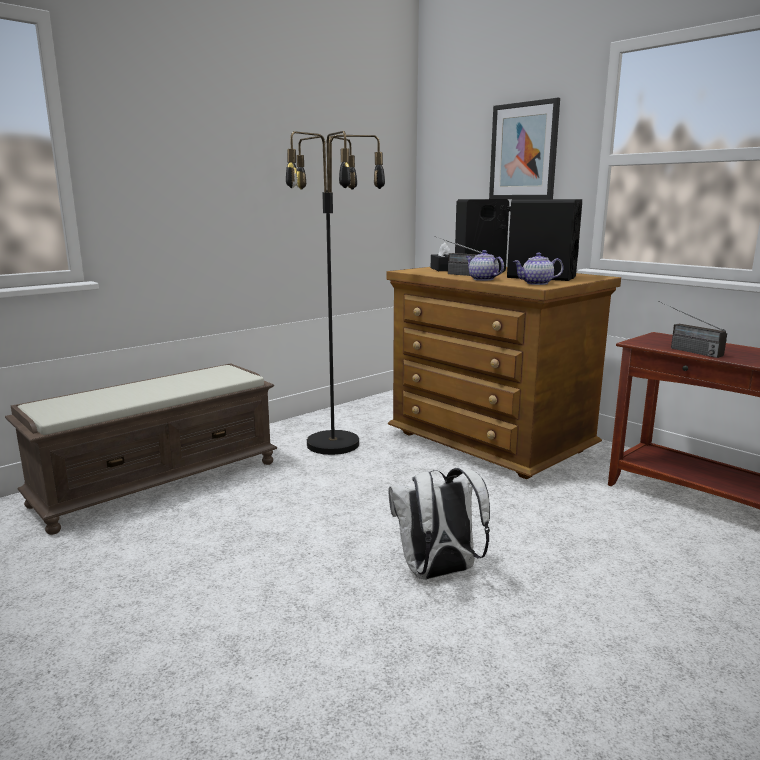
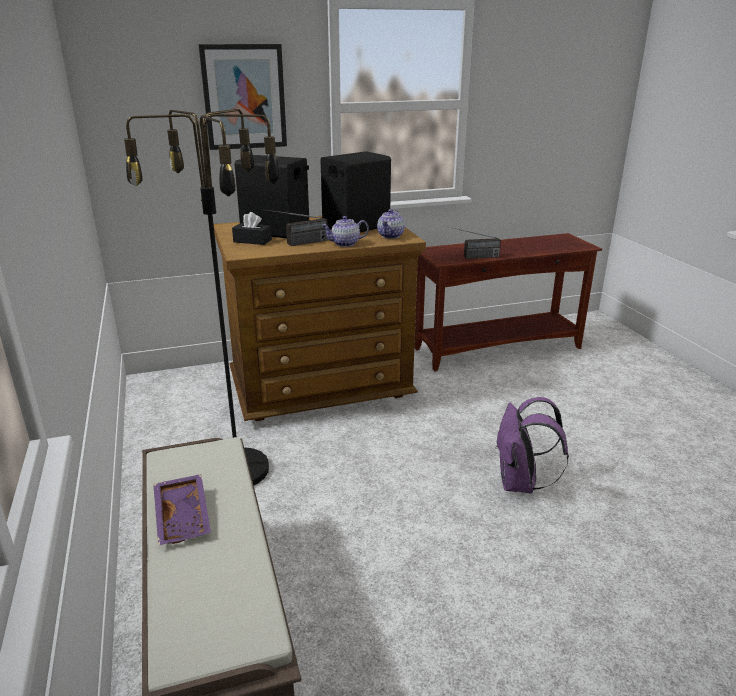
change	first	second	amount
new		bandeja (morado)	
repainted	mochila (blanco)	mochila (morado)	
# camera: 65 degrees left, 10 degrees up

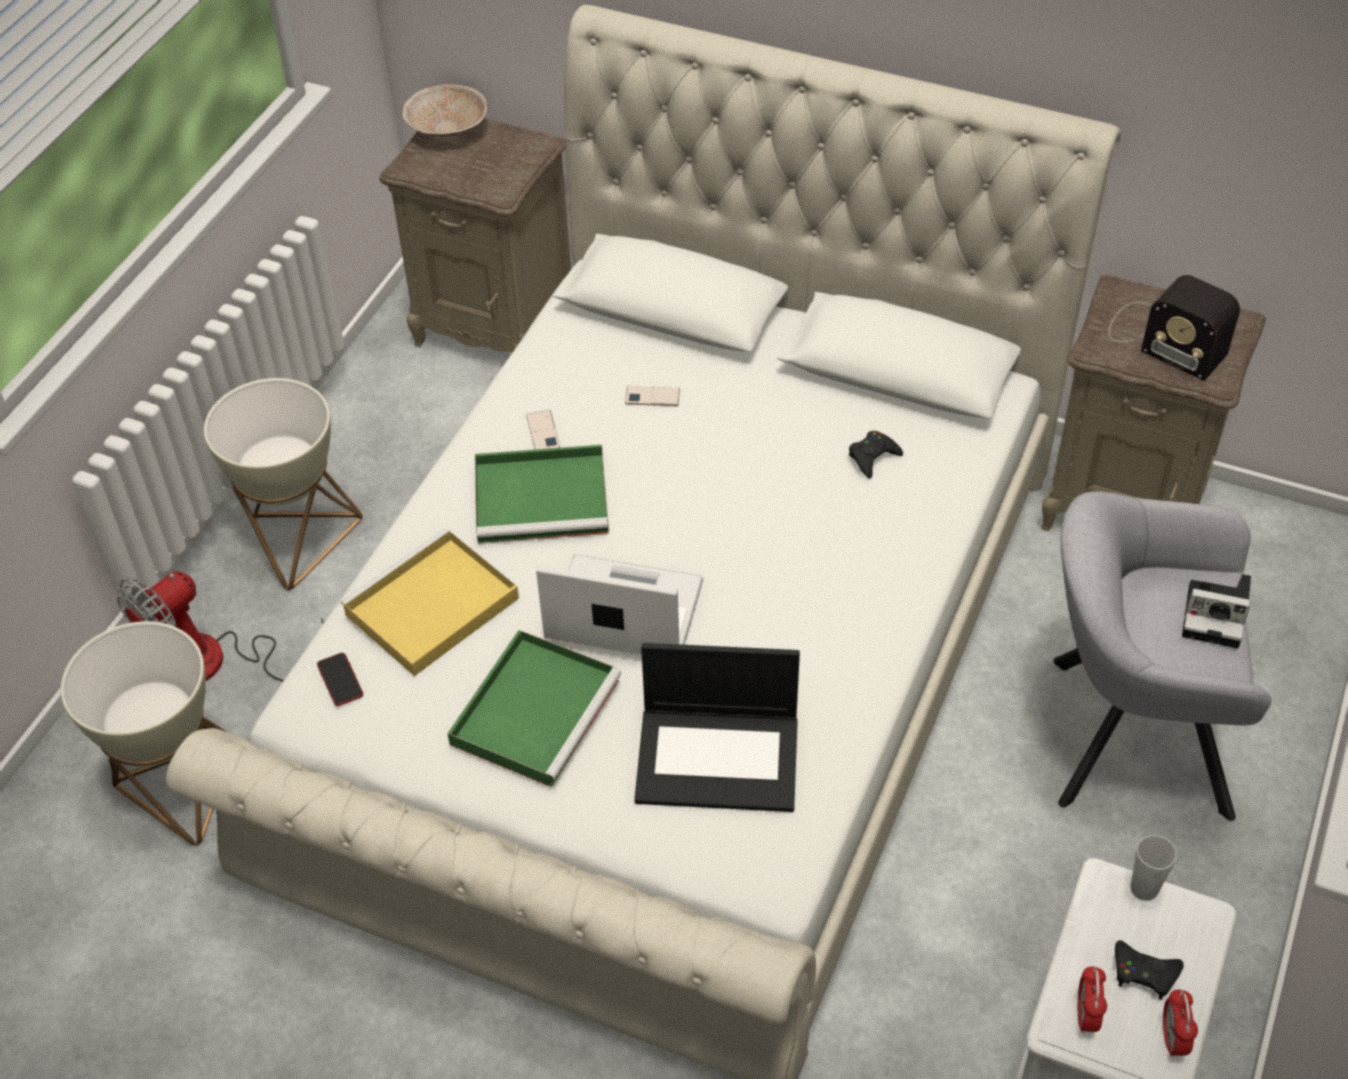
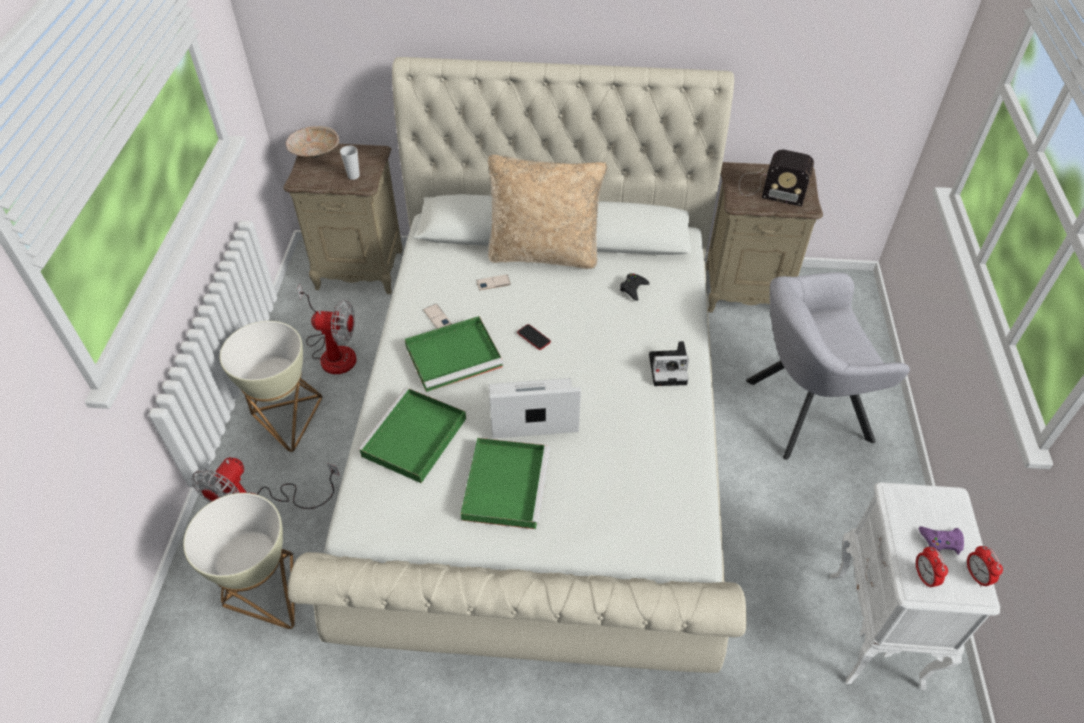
change	first	second	amount
gone	portátil (no. 2 from left)		
new		ventilador (no. 2 from left)	
new		cojín (beis)	
shifted	móvil (no. 1 from left in the first image)	móvil (no. 3 from left)	
shifted	taza		
shifted	cámara		
repainted	bandeja (amarillo)	bandeja (verde) (no. 1 from left)	
repainted	mando de consola (negro) (no. 2 from left)	mando de consola (morado)	
# camera: 20 degrees left, 0 degrees up

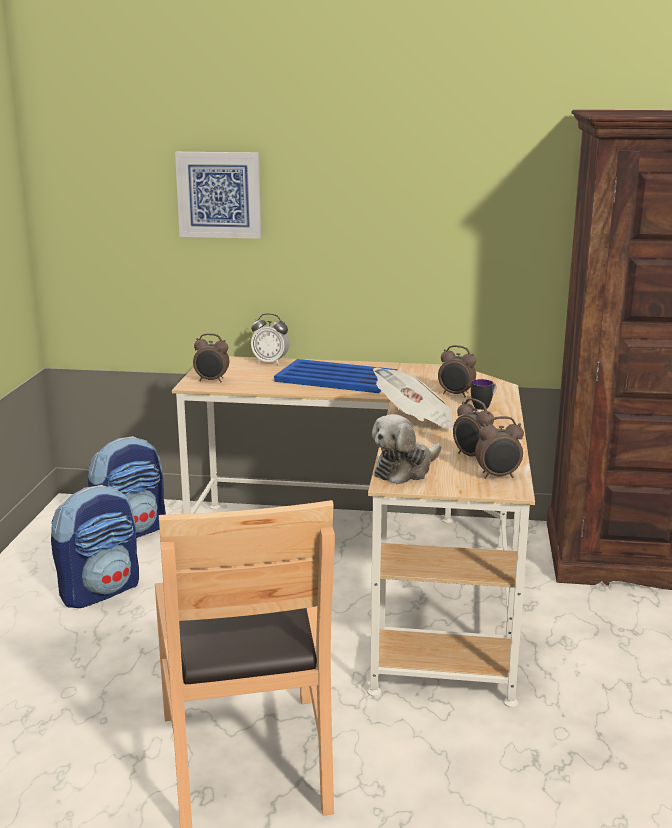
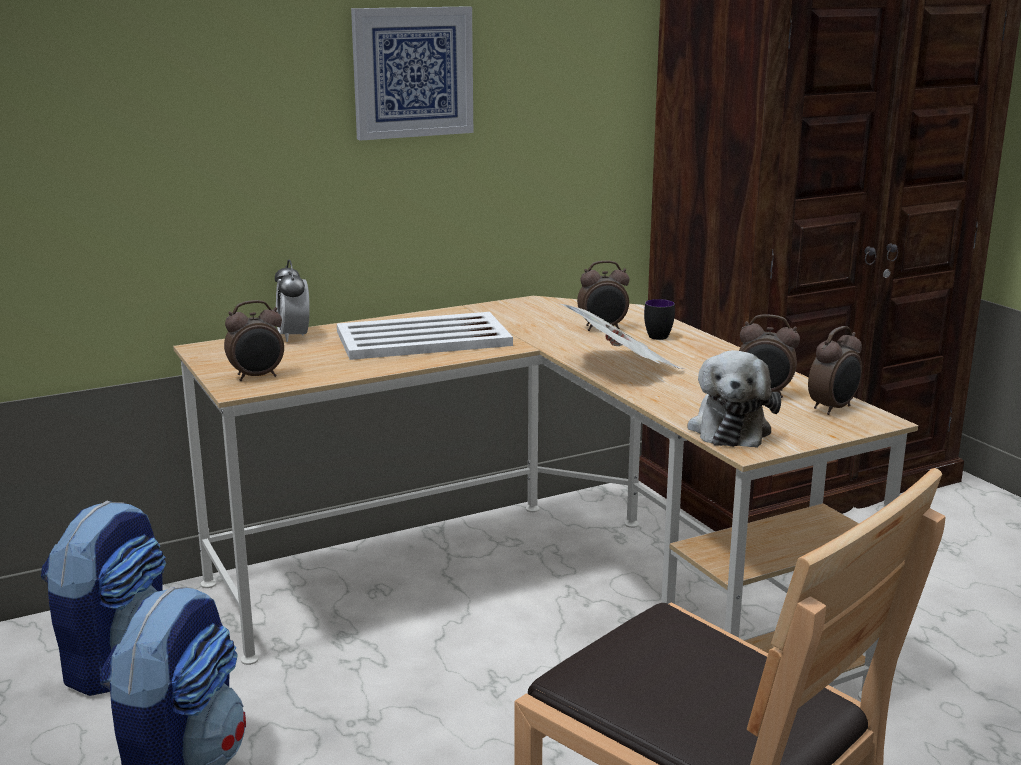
change	first	second	amount
shifted	cuadro		
repainted	bandeja (azul)	bandeja (blanco)	
rotated	despertador (no. 2 from left)		90 degrees clockwise
# camera: 35 degrees left, 0 degrees up

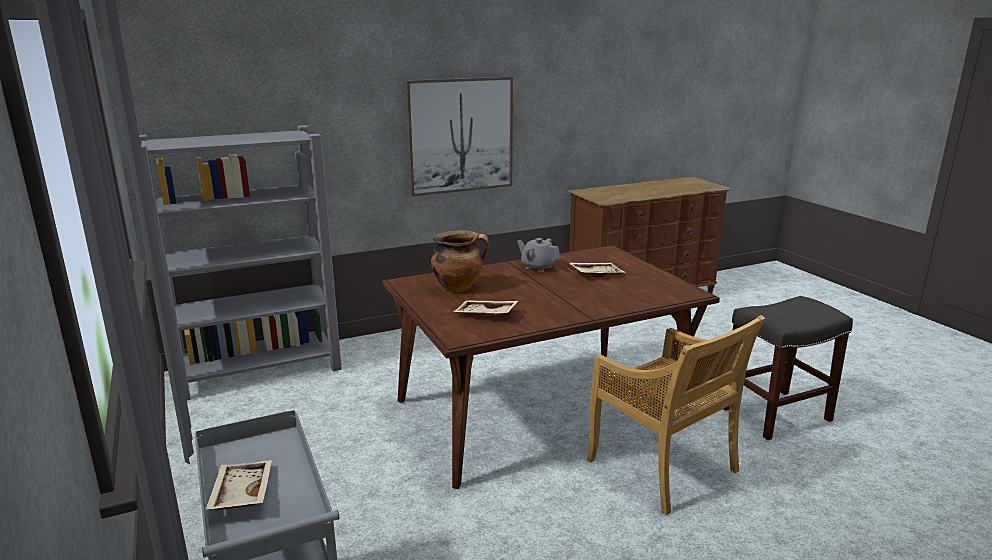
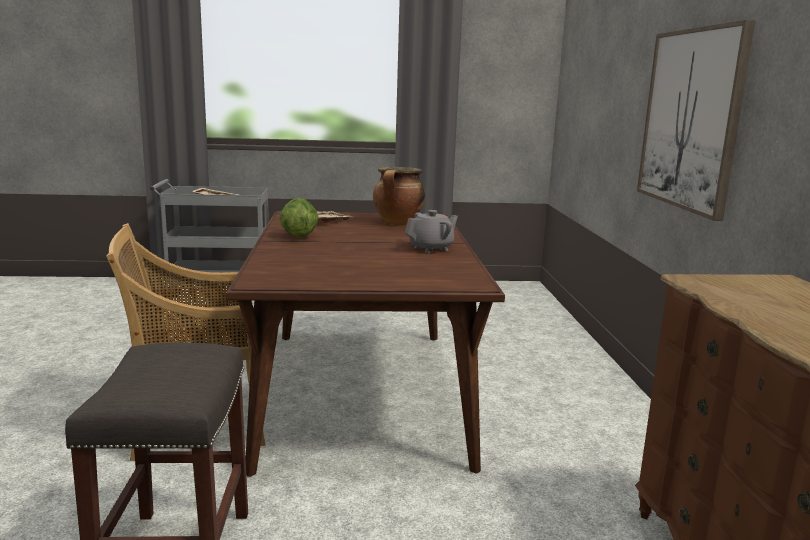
change	first	second	amount
gone	estantería (gris)		
gone	bandeja (beis) (no. 3 from left)		
new		lechuga	
# camera: 110 degrees right, 5 degrees down

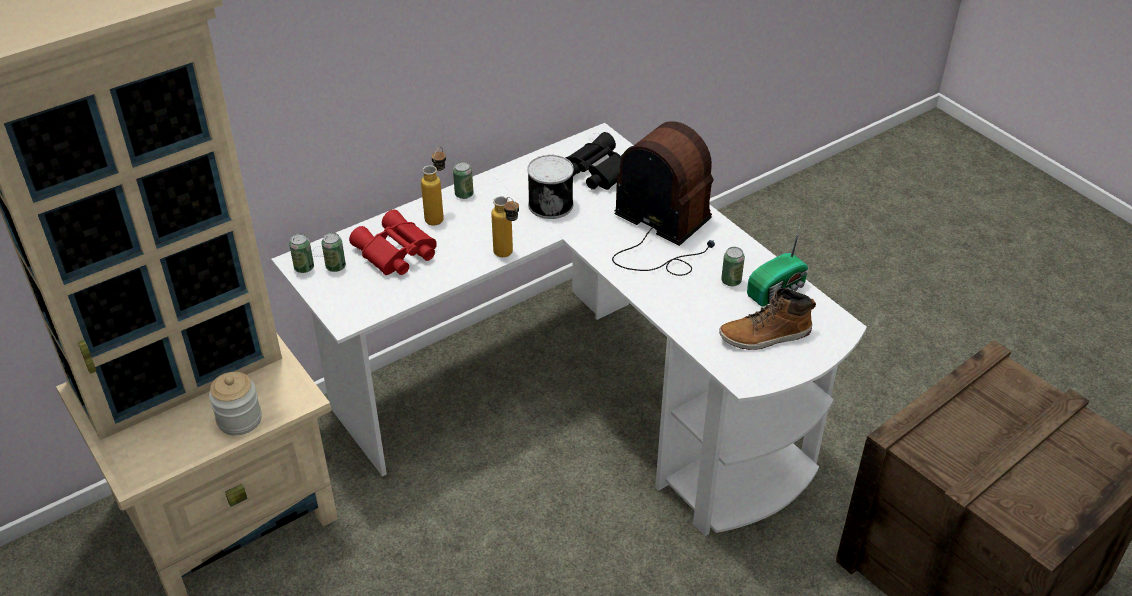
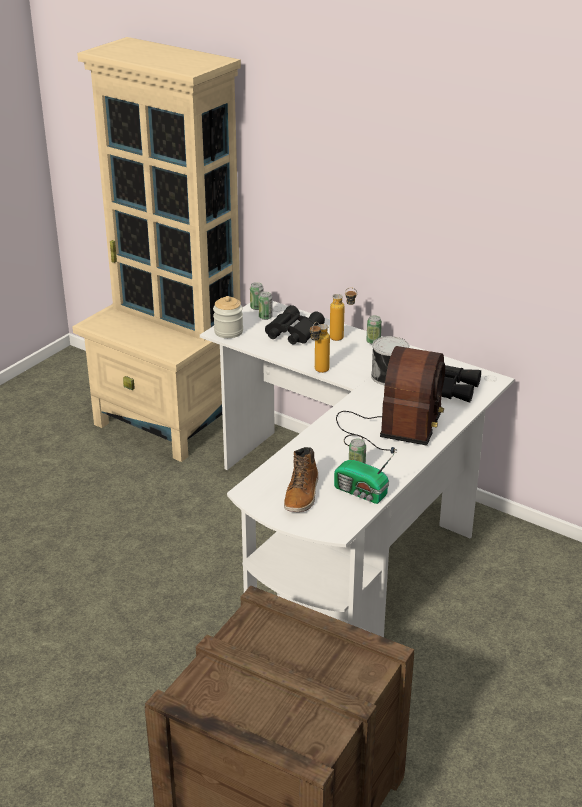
change	first	second	amount
shifted	tarro		
repainted	prismáticos (rojo)	prismáticos (negro) (no. 1 from left)	
rotated	bota		135 degrees counterclockwise
# camera: 70 degrees right, 10 degrees down

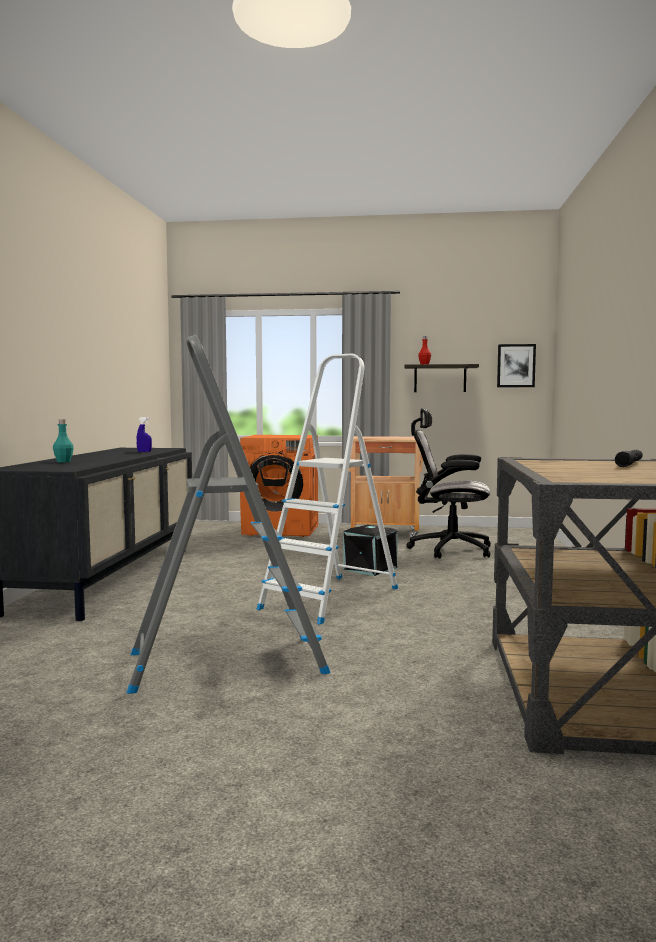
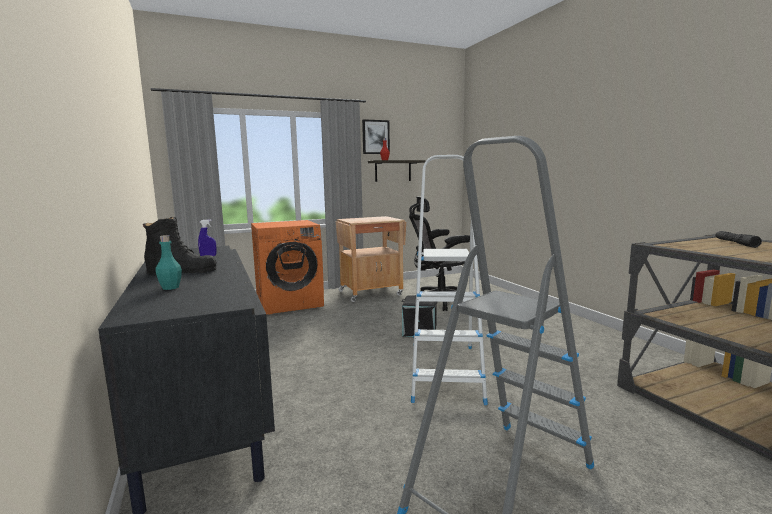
change	first	second	amount
new		bota (negro)	
shifted	cuadro		
# camera: 30 degrees left, 5 degrees up

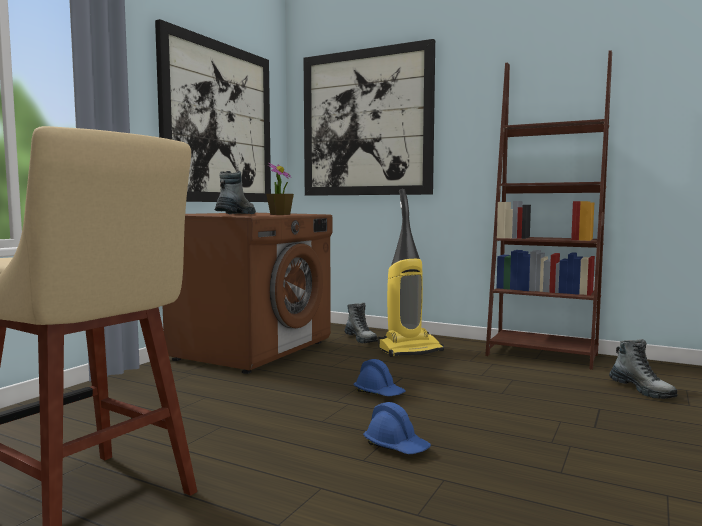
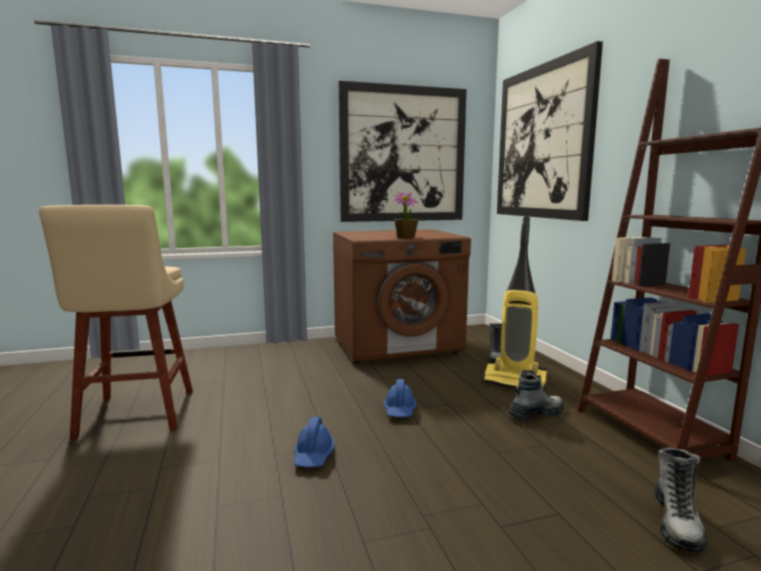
change	first	second	amount
shifted	bota (no. 1 from left in the first image)	bota (no. 2 from left)	
# camera: 45 degrees right, 5 degrees up

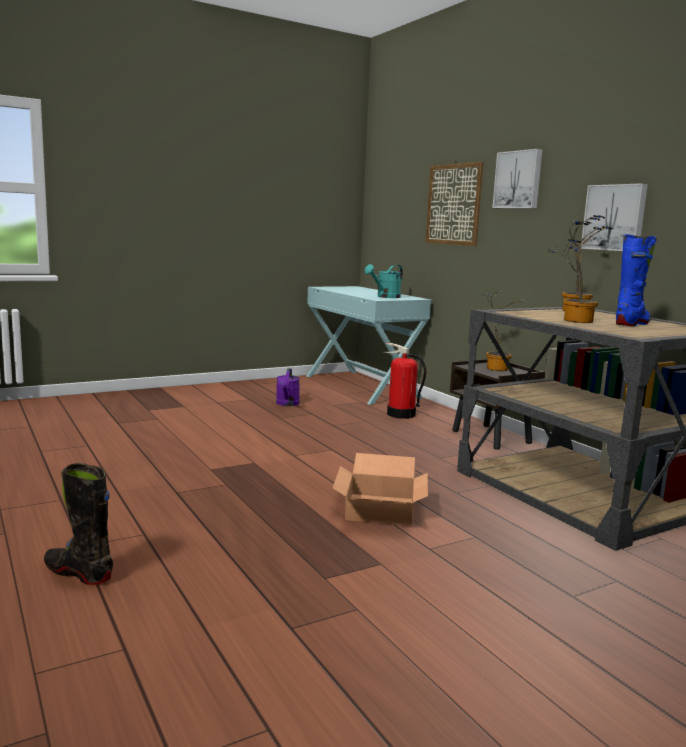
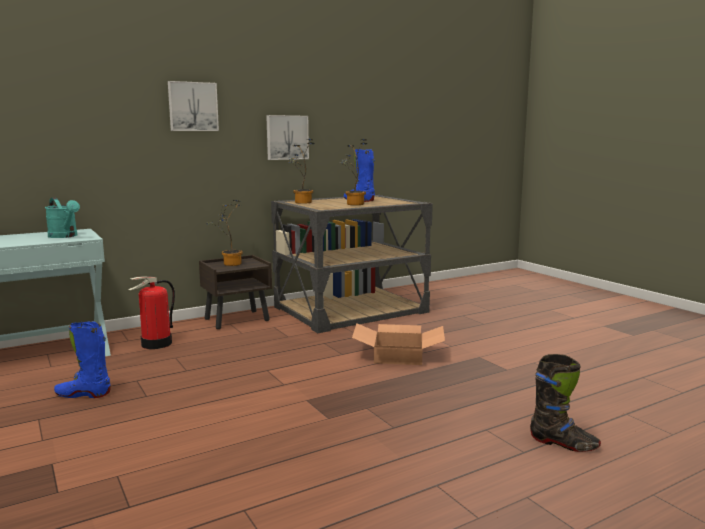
change	first	second	amount
gone	cuadro (no. 1 from left)		
swapped	regadera (morado)	bota (azul) (no. 1 from left)	
rotated	bota (negro)		90 degrees counterclockwise
# camera: 90 degrees left, 0 degrees up

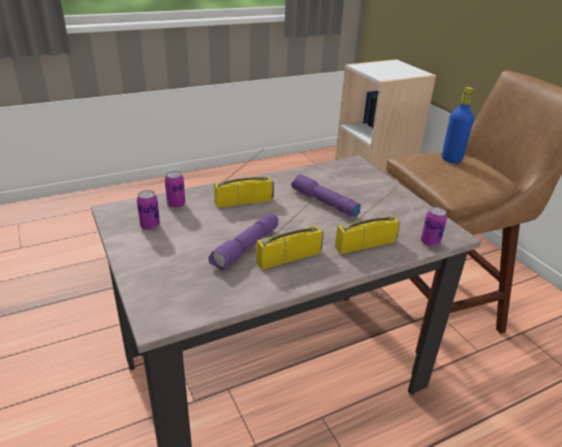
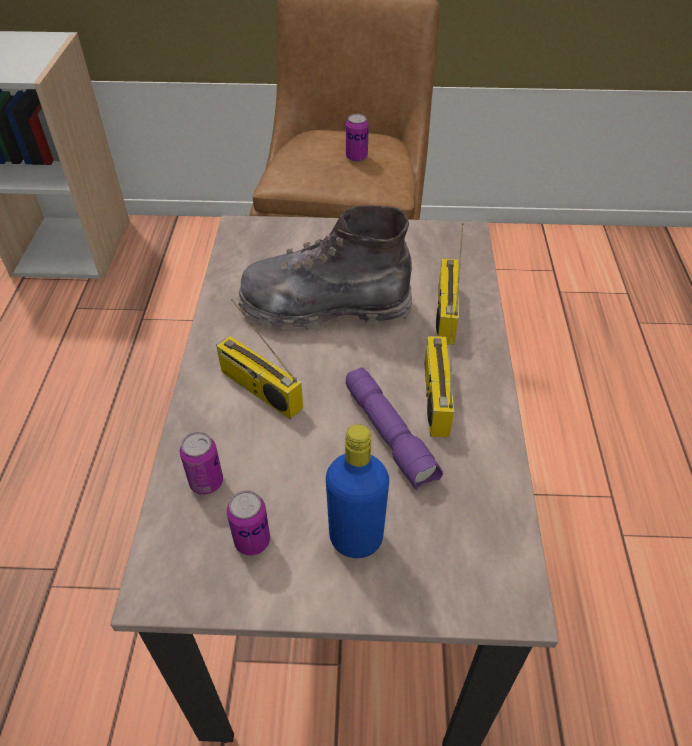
change	first	second	amount
shifted	lata (no. 3 from left)		
shifted	botella (azul)		
swapped	linterna (morado) (no. 2 from left)	bota (gris)	
rotated	radio (no. 1 from left)		60 degrees counterclockwise
# camera: 60 degrees left, 15 degrees up

